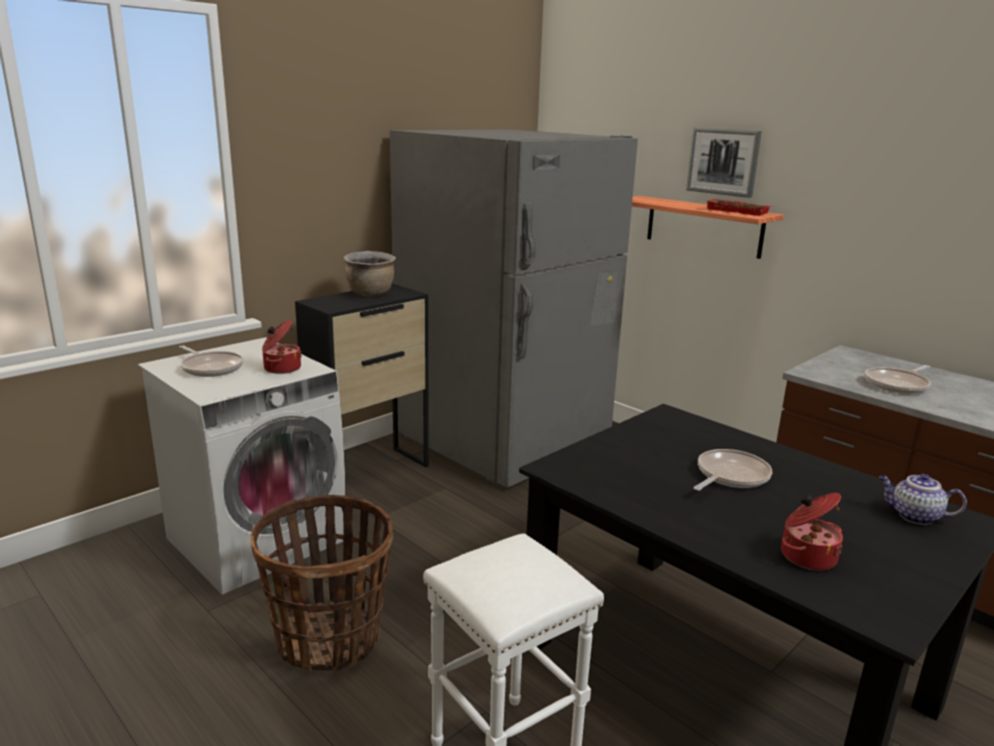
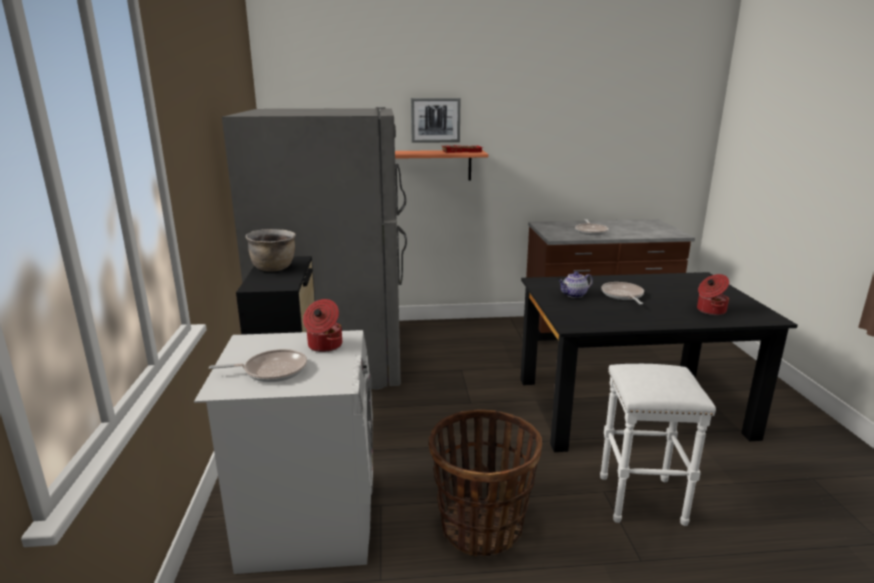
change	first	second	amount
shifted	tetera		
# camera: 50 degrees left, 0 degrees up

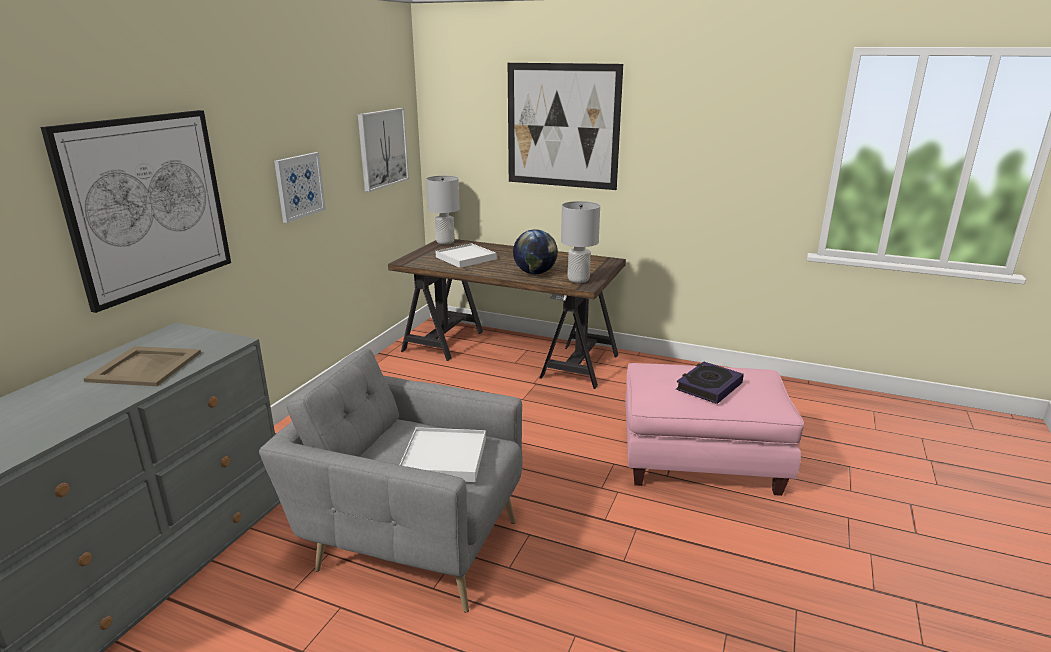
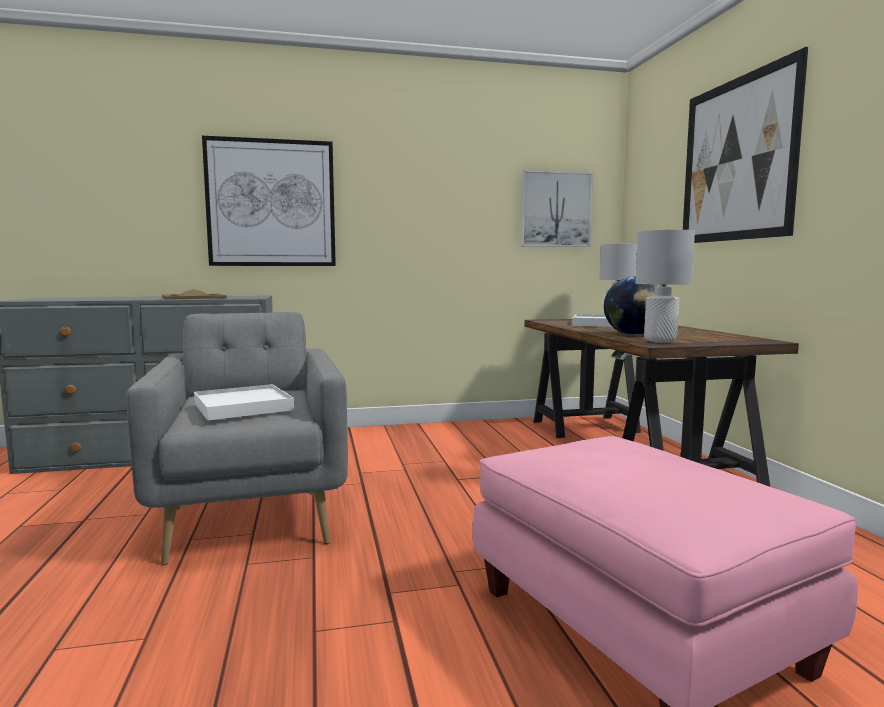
change	first	second	amount
gone	cuadro (no. 2 from left)		
gone	libro		
# camera: 55 degrees right, 15 degrees down

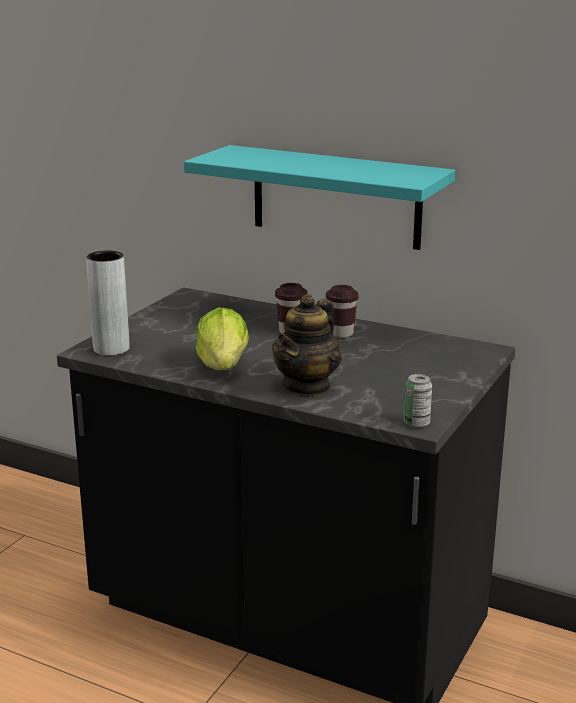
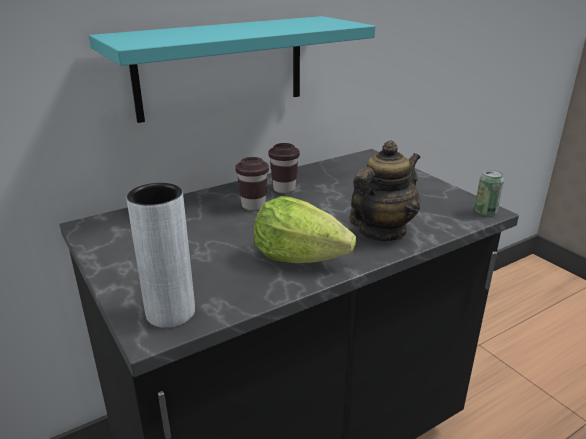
change	first	second	amount
rotated	tetera		105 degrees counterclockwise
# camera: 60 degrees left, 5 degrees up

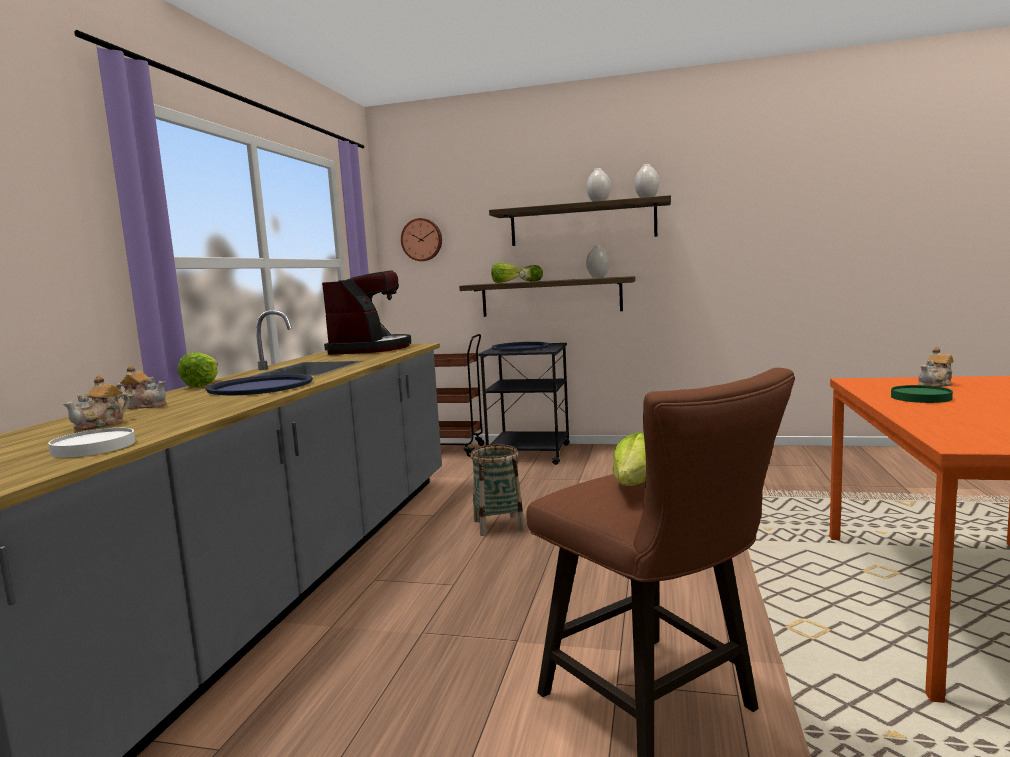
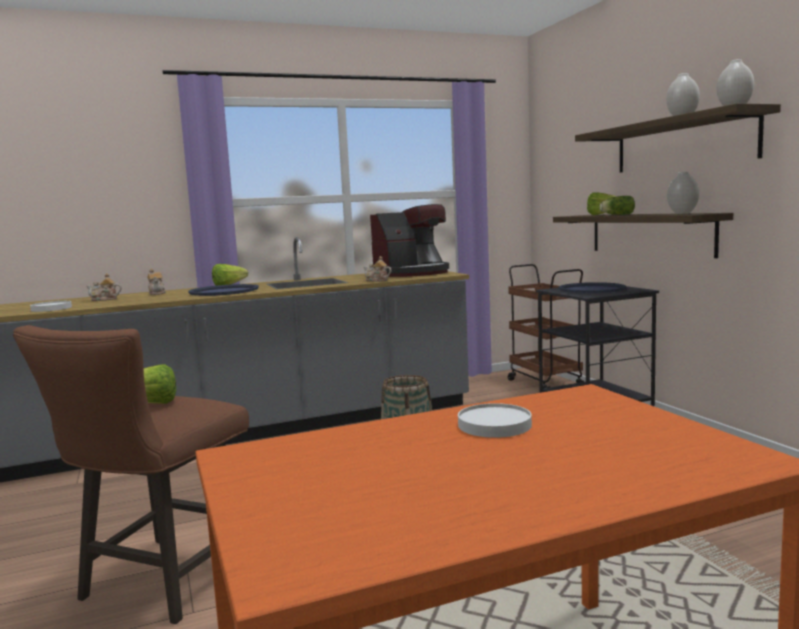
change	first	second	amount
gone	reloj de pared		
shifted	tetera (no. 3 from left)		
repainted	plato (verde)	plato (blanco) (no. 2 from left)	
# camera: 55 degrees right, 0 degrees up

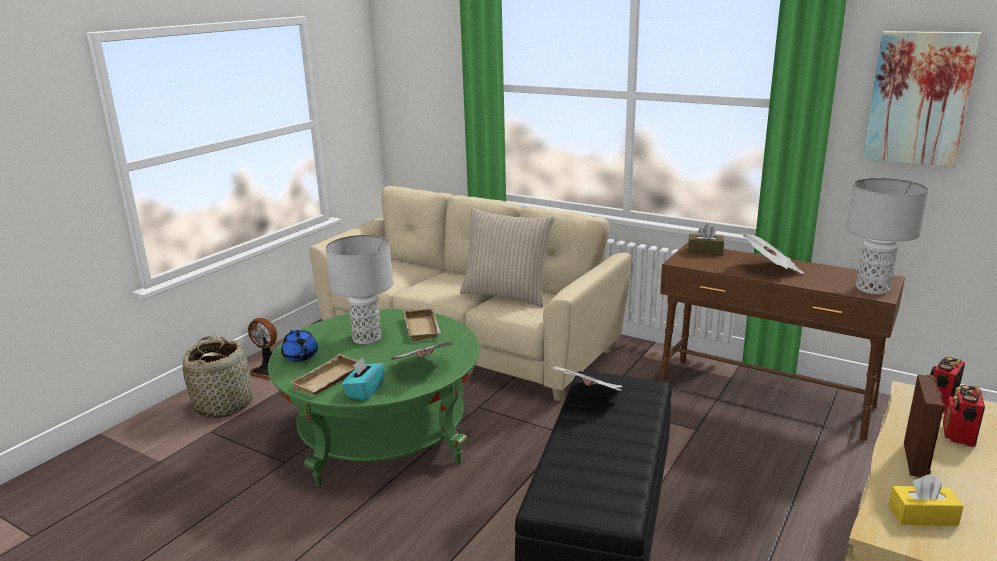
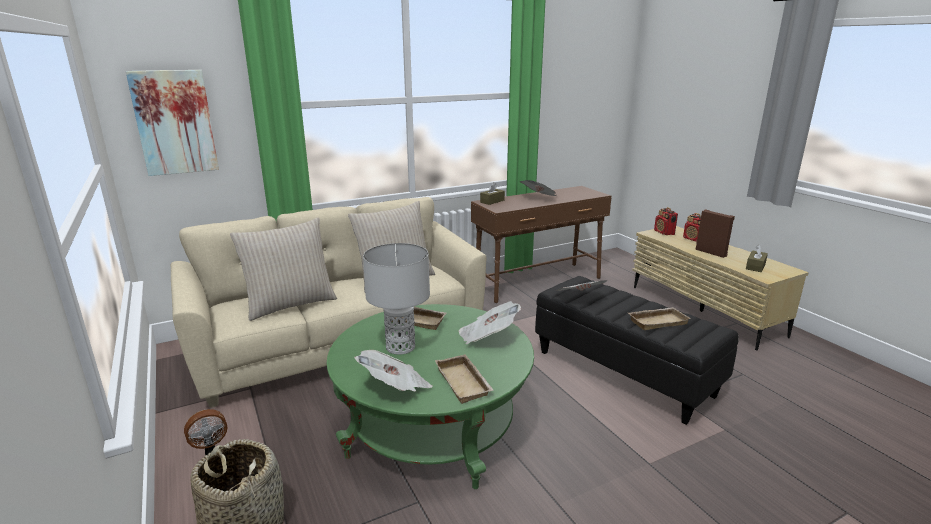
change	first	second	amount
gone	caja de pañuelos (turquesa)		
gone	lámpara de mesa (blanco) (no. 2 from left)		
new		cojín (beis) (no. 1 from left)	
new		bandeja (beis) (no. 3 from left)	
shifted	cuadro		
swapped	tetera (azul)	periódico (no. 1 from left)	
repainted	caja de pañuelos (amarillo)	caja de pañuelos (marrón) (no. 2 from left)	
# camera: 60 degrees left, 0 degrees up

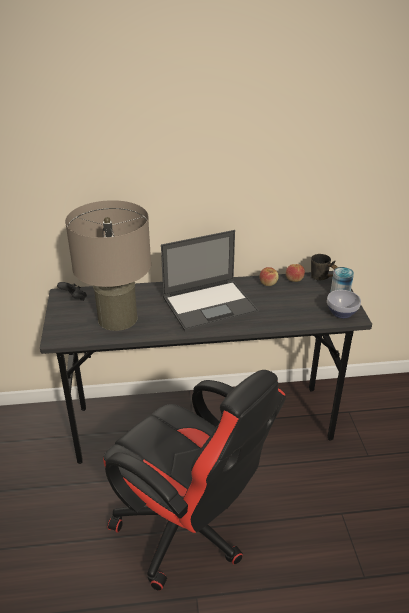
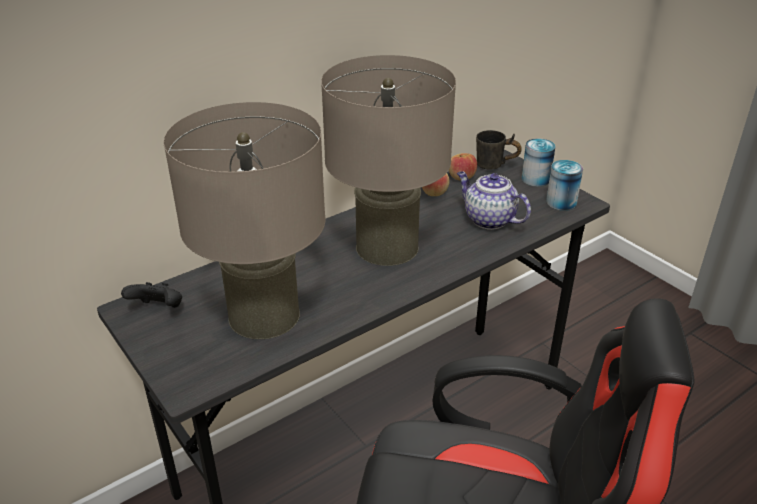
change	first	second	amount
new		tetera	
swapped	portátil	lámpara de mesa (beis) (no. 2 from left)	
swapped	cuenco	lata (no. 2 from left)	
# camera: 30 degrees left, 0 degrees up

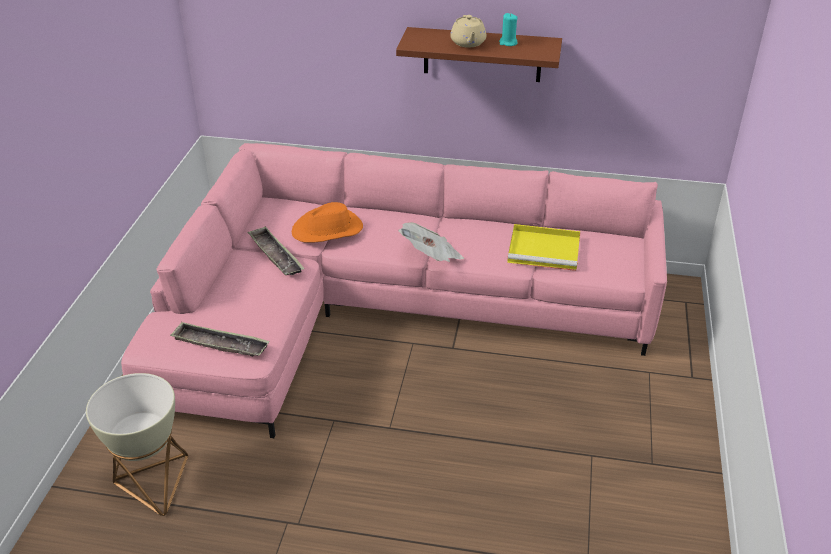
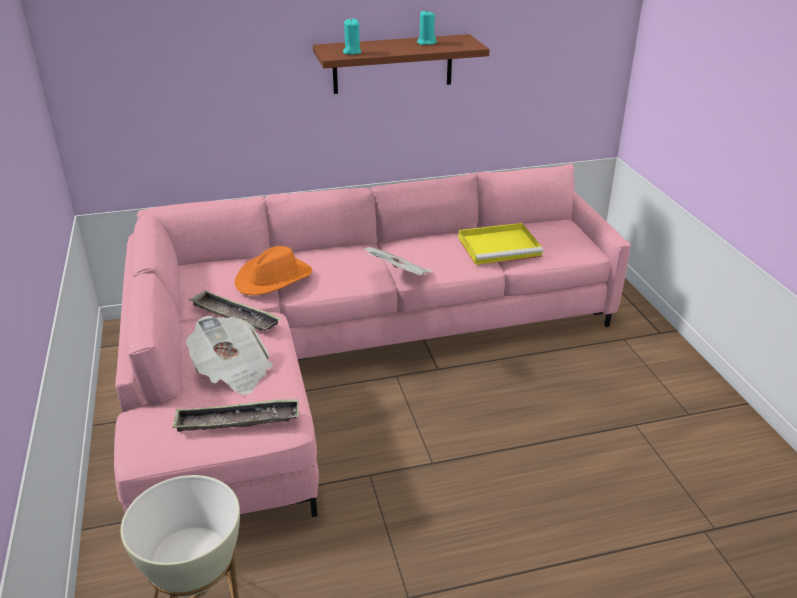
change	first	second	amount
gone	tetera (beis)		
new		periódico (no. 1 from left)	
new		vela (turquesa) (no. 1 from left)	
# camera: 25 degrees left, 5 degrees down

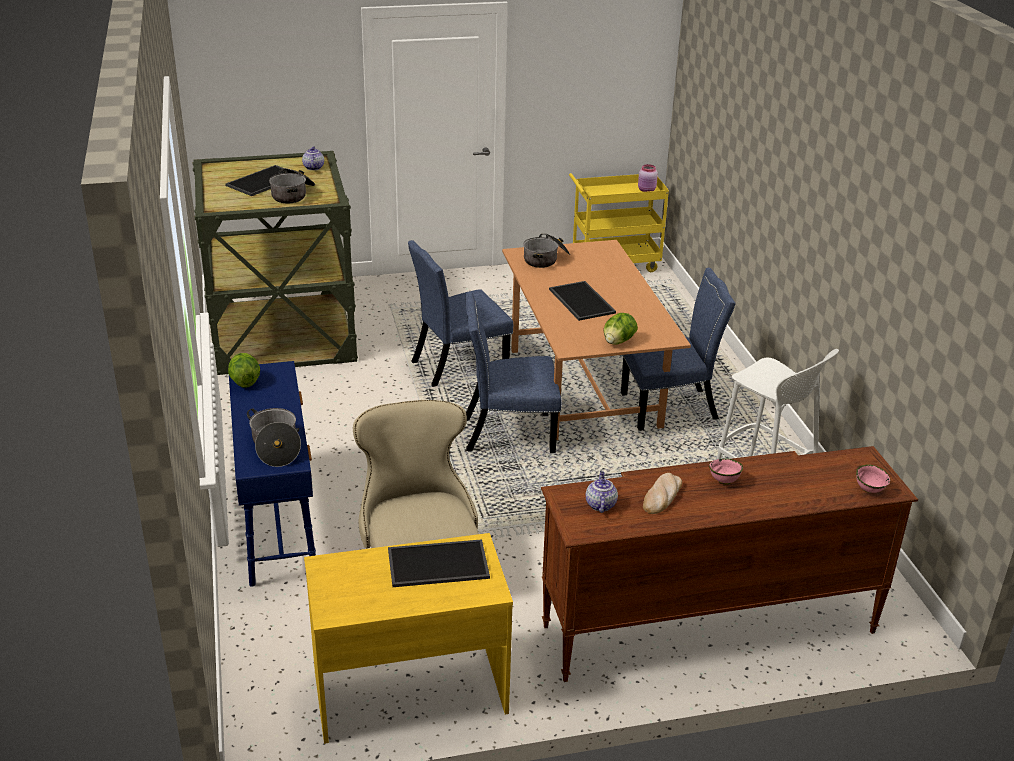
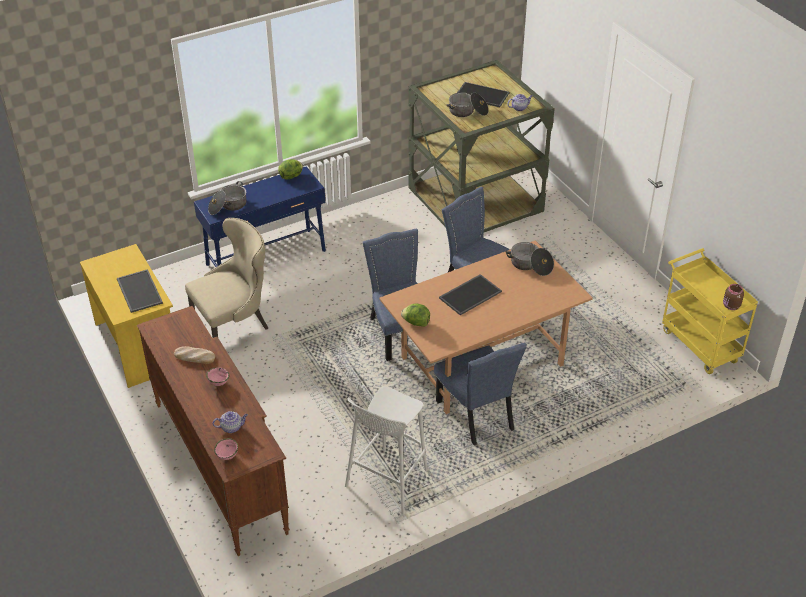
change	first	second	amount
shifted	tetera (no. 2 from left in the first image)	tetera (no. 1 from left)	
repainted	tarro (rosa)	tarro (marrón)	
# camera: 75 degrees right, 10 degrees up

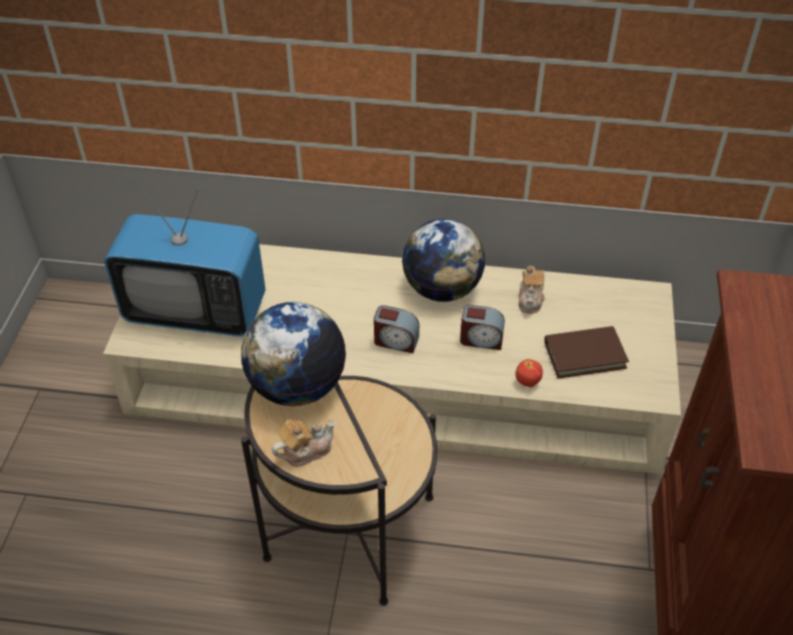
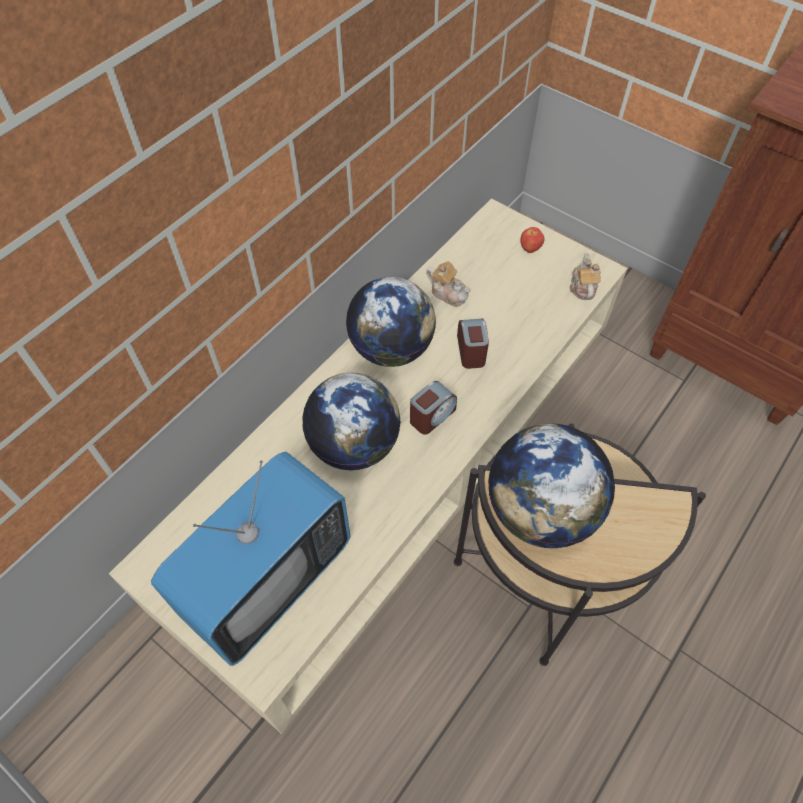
change	first	second	amount
gone	libro (marrón)		
new		globo terráqueo (no. 1 from left)	
shifted	tetera (no. 1 from left in the first image)	tetera (no. 2 from left)	
shifted	manzana		
rotated	despertador (no. 2 from left)		45 degrees counterclockwise
# camera: 60 degrees left, 10 degrees up

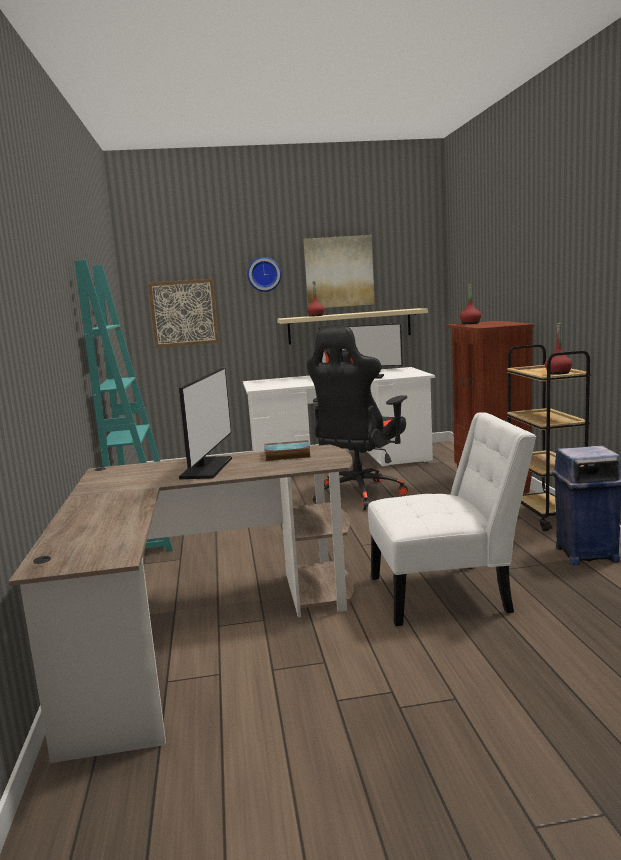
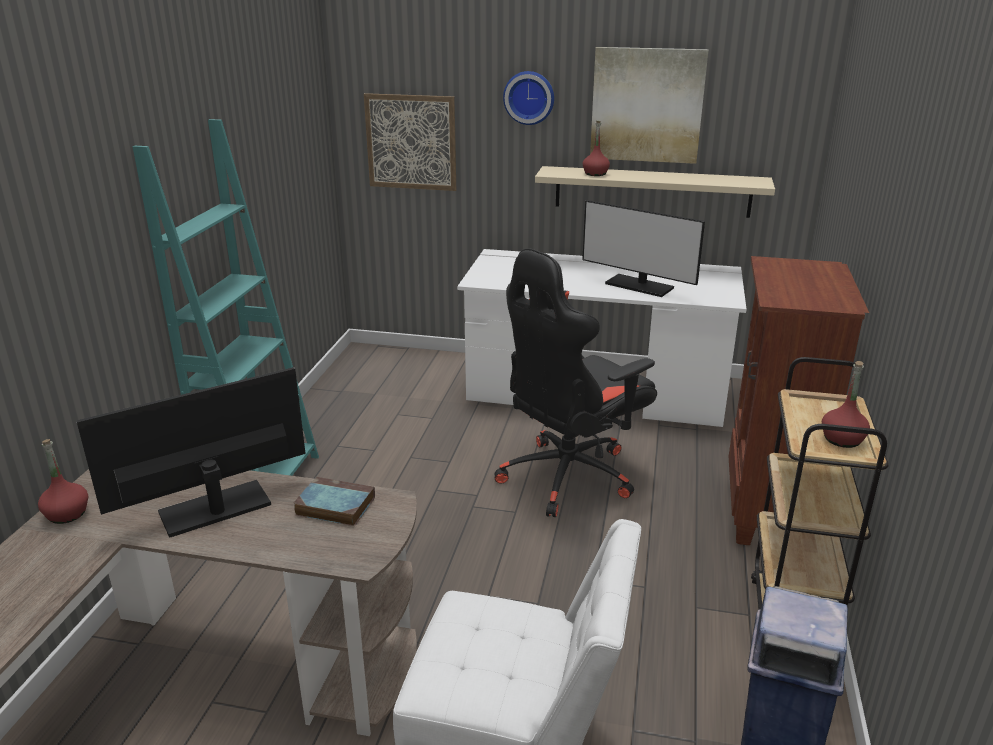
change	first	second	amount
shifted	botella (rojo) (no. 2 from left in the first image)	botella (rojo) (no. 1 from left)	
rotated	monitor (no. 1 from left)		150 degrees counterclockwise
# camera: 20 degrees right, 15 degrees up

